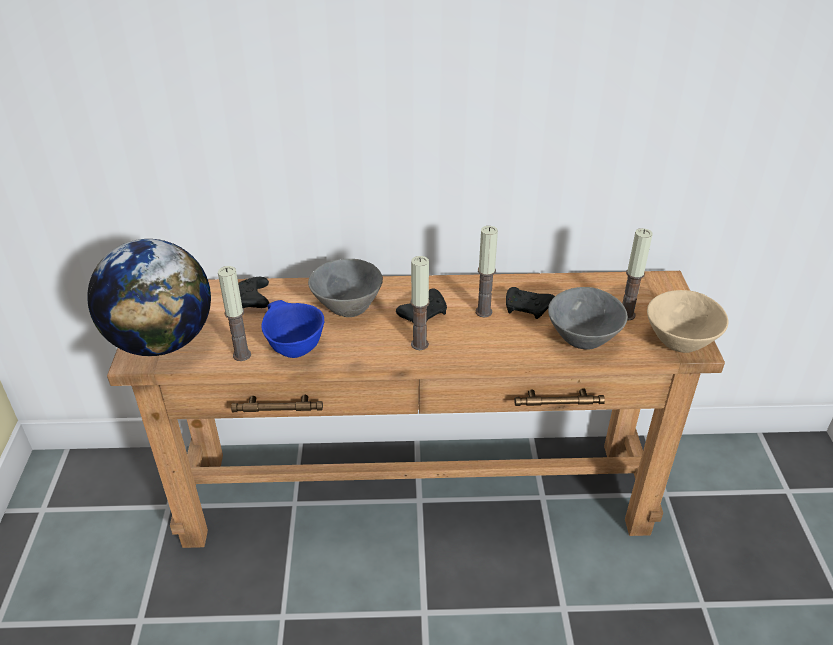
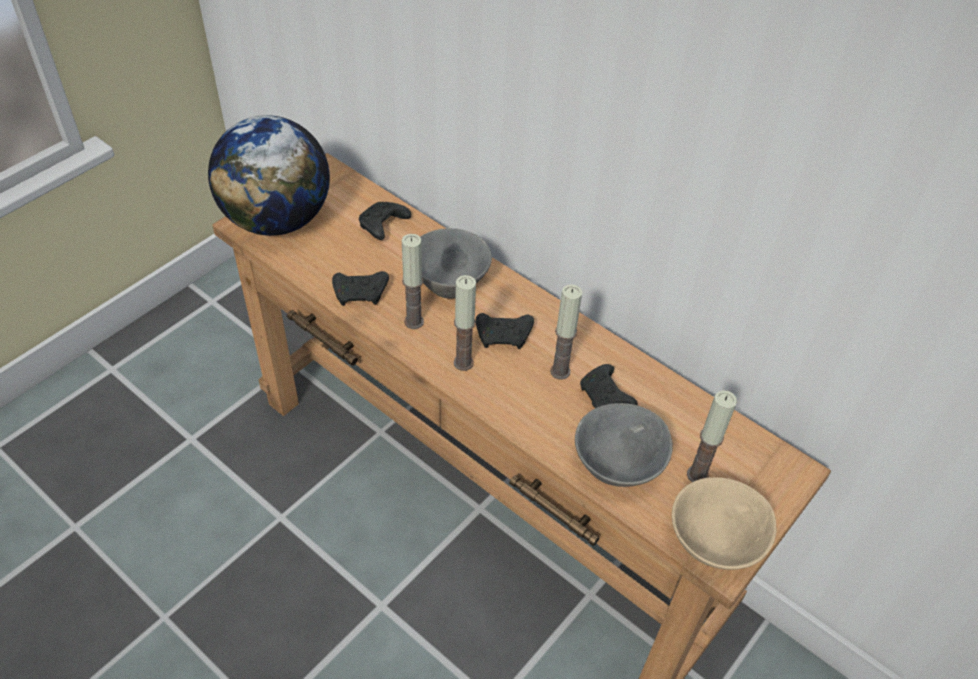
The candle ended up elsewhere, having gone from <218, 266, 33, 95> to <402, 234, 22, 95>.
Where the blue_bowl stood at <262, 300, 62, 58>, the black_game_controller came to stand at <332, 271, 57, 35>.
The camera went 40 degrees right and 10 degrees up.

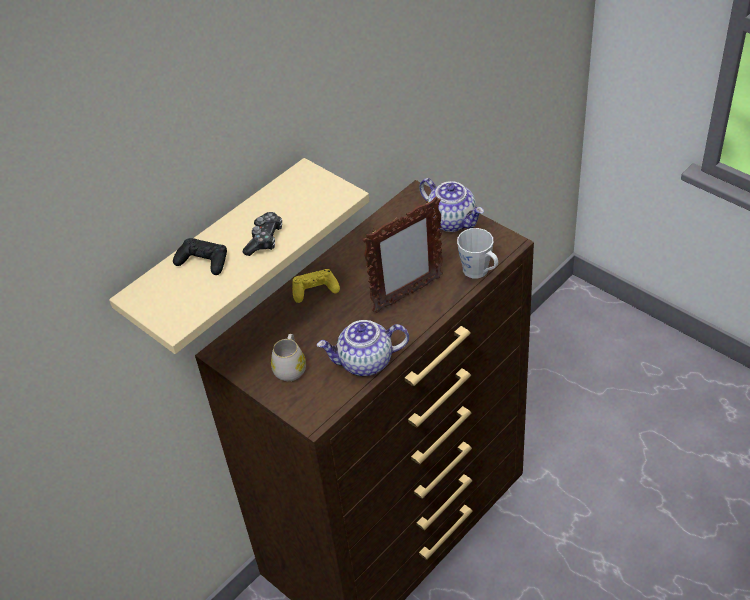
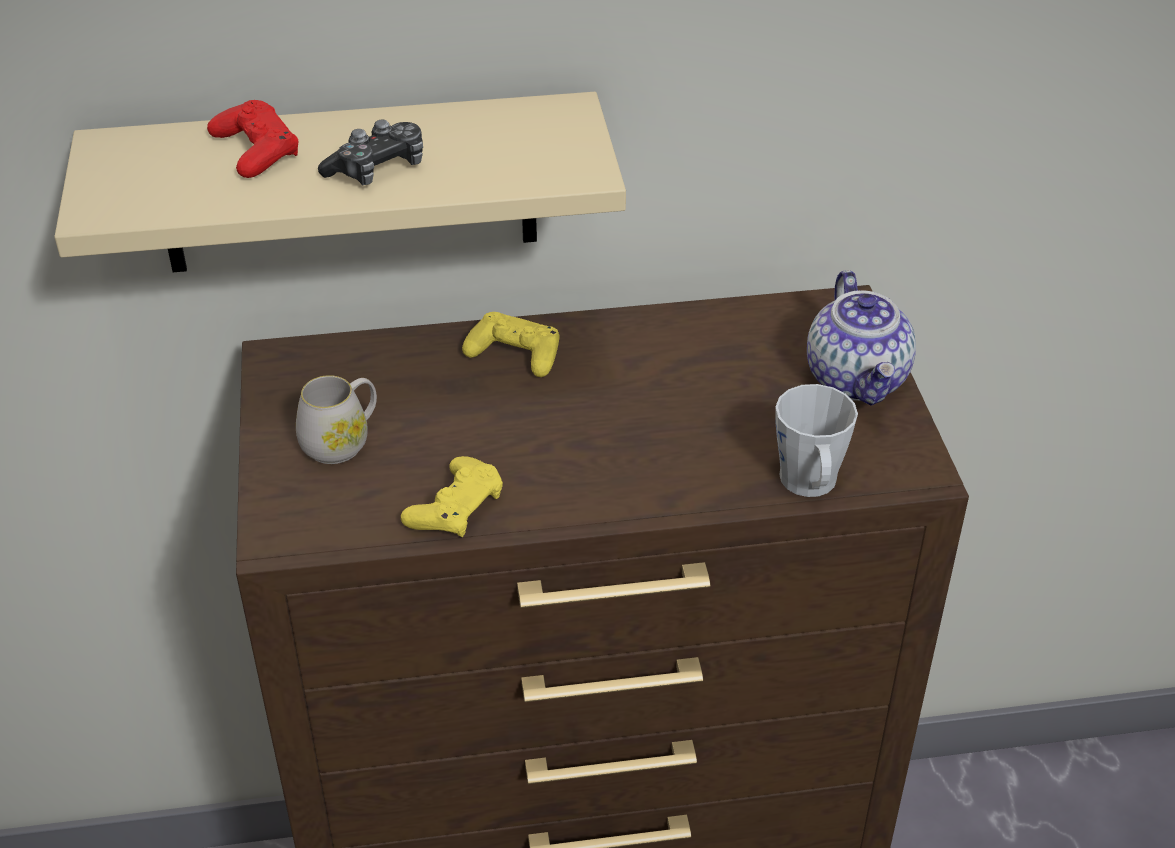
What was the black_game_controller at <173, 238, 54, 37> turned into the red_game_controller at <207, 100, 91, 78>.
Where the teapot stood at <317, 320, 92, 56>, the yellow_game_controller came to stand at <401, 456, 102, 81>.
The second view lost the picture_frame at <362, 196, 81, 117>.
The camera went 35 degrees right and 5 degrees down.

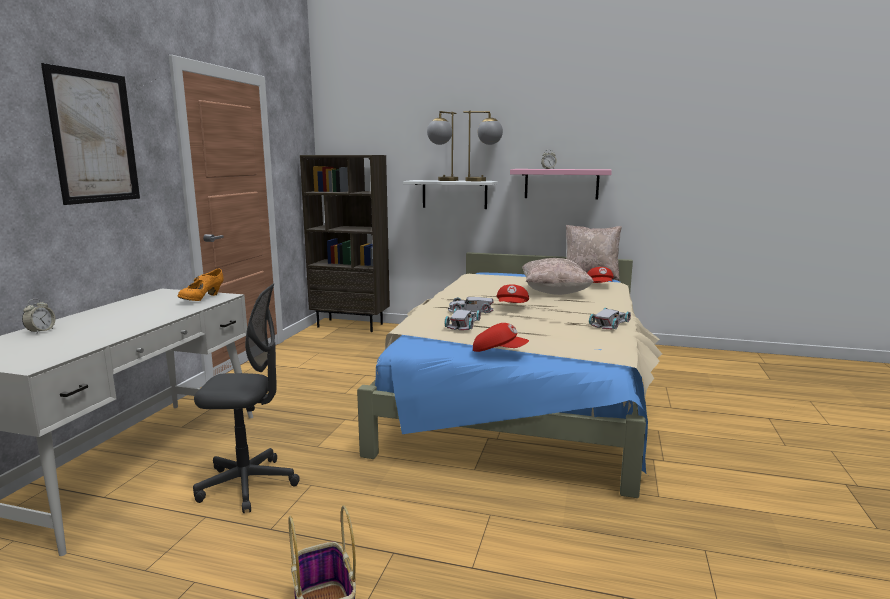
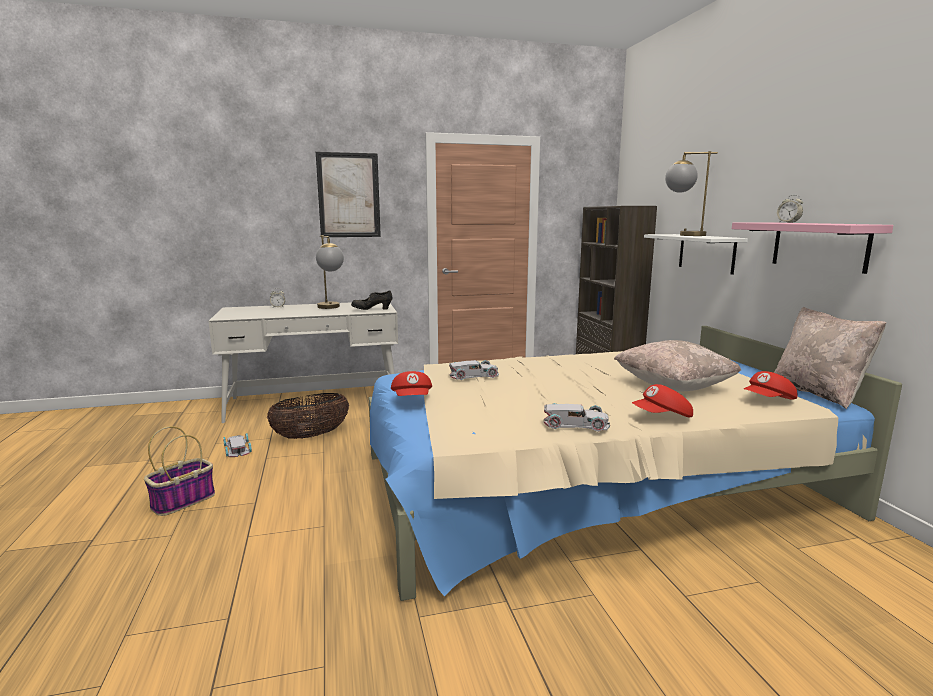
What was the orange_shoe at <178, 268, 46, 33> turned into the black_shoe at <351, 290, 41, 20>.
Where the grey_office_chair stood at <193, 284, 107, 229>, the basket came to stand at <267, 393, 82, 46>.
The white_toy_car ended up elsewhere, having gone from <448, 297, 46, 16> to <223, 433, 29, 24>.
The table_lamp ended up elsewhere, having gone from <463, 111, 40, 70> to <316, 235, 28, 74>.
The red_cap ended up elsewhere, having gone from <497, 284, 32, 19> to <632, 384, 61, 33>.
The camera went 60 degrees right and 0 degrees up.

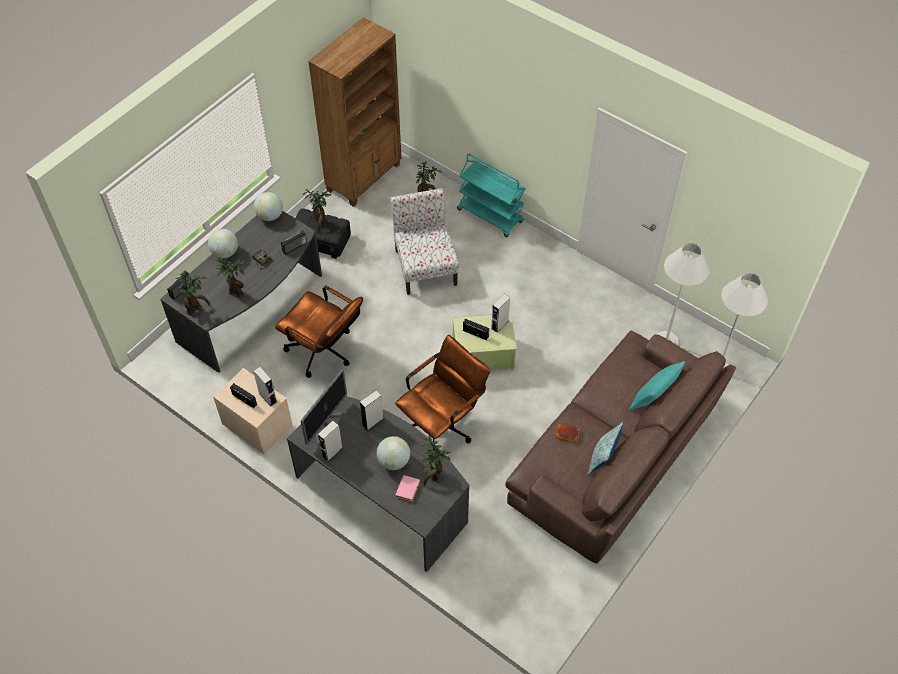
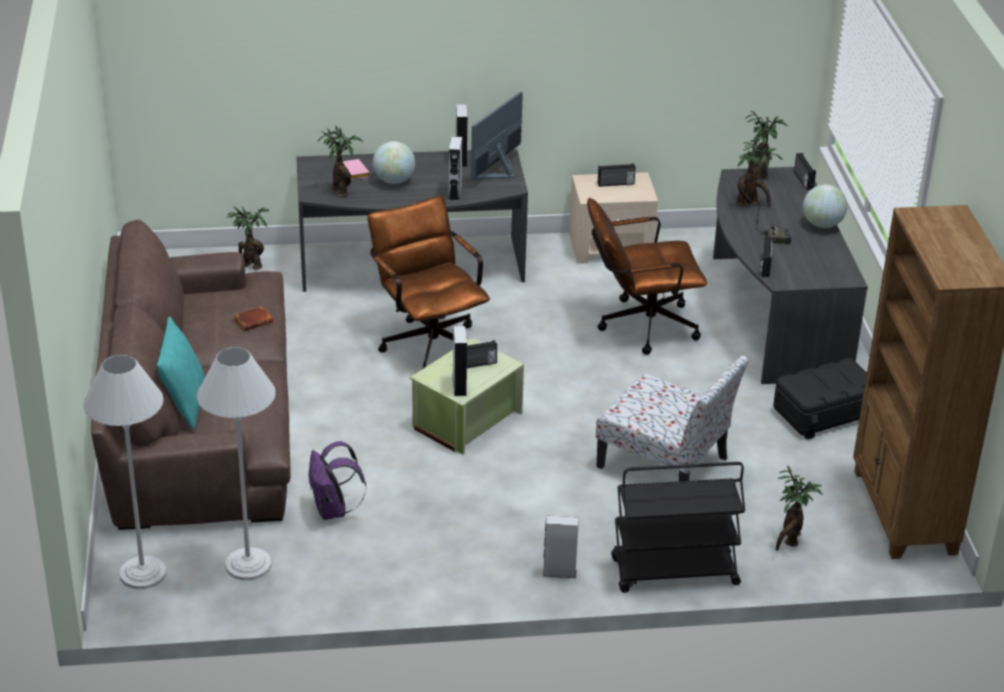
The grey_speaker ended up elsewhere, having gone from <253, 367, 24, 39> to <543, 515, 36, 63>.
The second view lost the globe at <254, 192, 29, 29>.
The monitor at <301, 369, 46, 76> ended up facing another way, 45 degrees clockwise from before.
The potted_plant ended up elsewhere, having gone from <303, 189, 29, 43> to <227, 206, 42, 64>.
The brown_office_chair at <395, 335, 95, 108> ended up facing another way, 150 degrees clockwise from before.
What was the turquoise_cart at <457, 153, 68, 84> turned into the black_cart at <611, 462, 134, 131>.
The second view lost the pillow at <587, 422, 36, 54>.
The second view gained the purple_backpack at <309, 441, 57, 79>.
The camera went 135 degrees right and 20 degrees down.

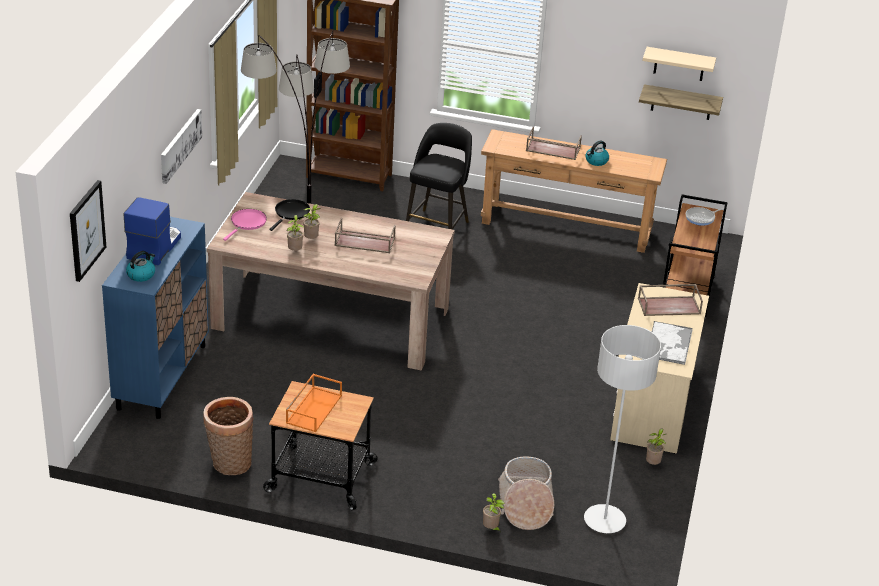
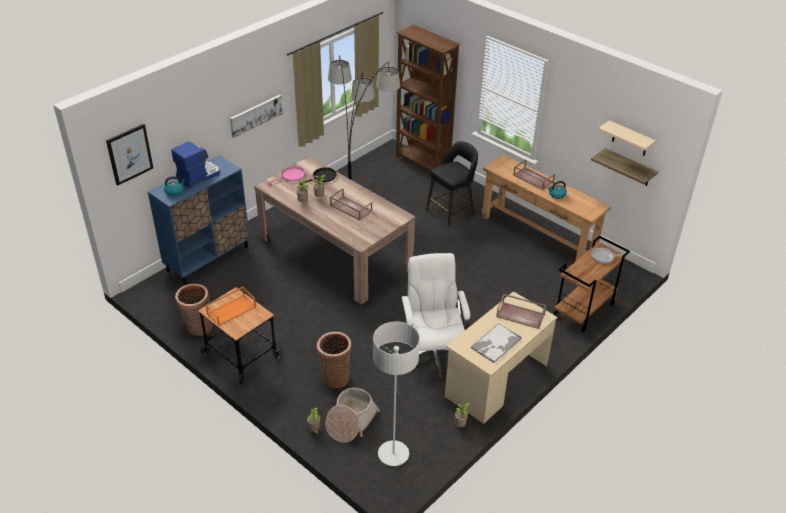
The second view gained the basket at <317, 332, 35, 56>.
The second view gained the white_office_chair at <401, 253, 69, 125>.
The camera went 30 degrees right and 5 degrees up.

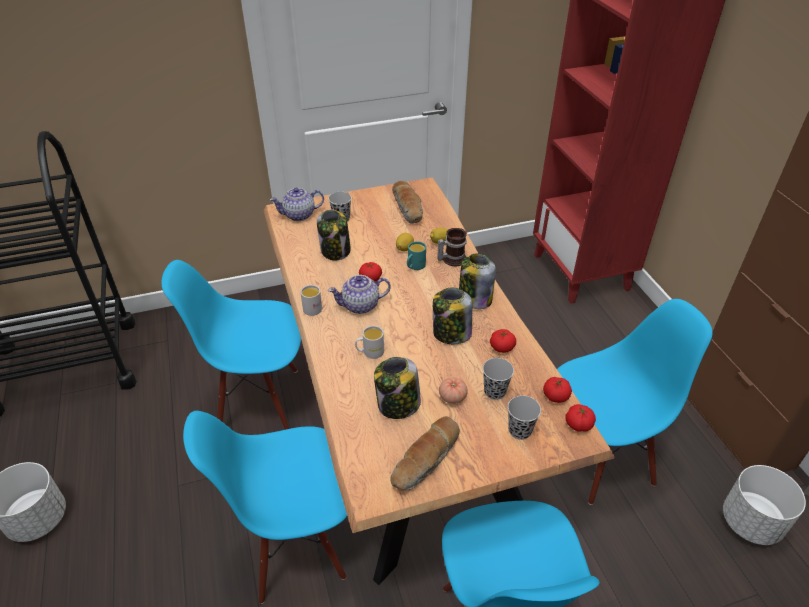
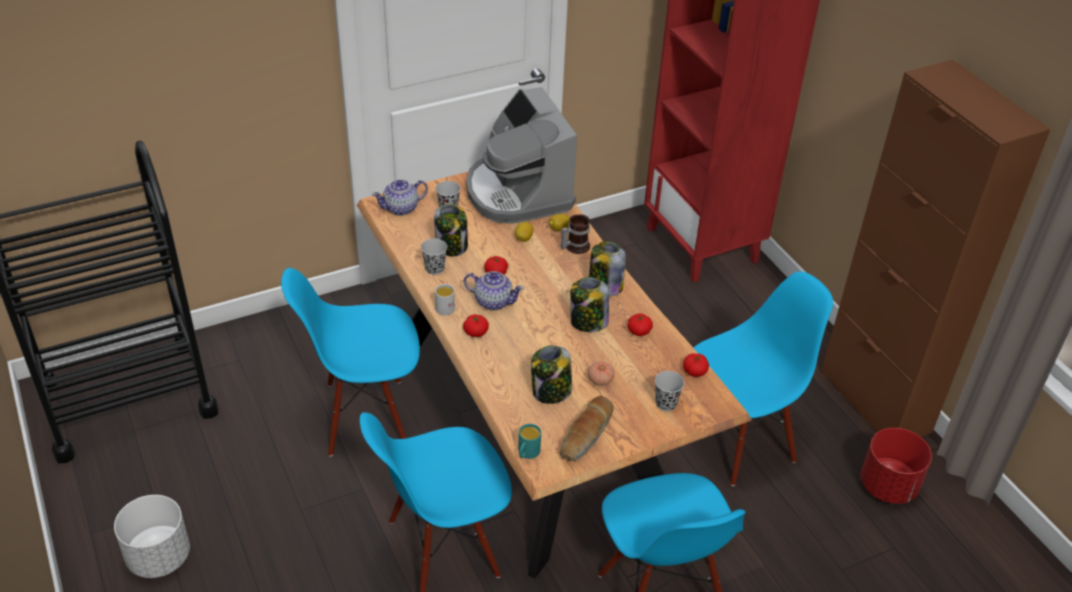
The teapot at <328, 275, 63, 39> ended up facing another way, 135 degrees counterclockwise from before.
The second view lost the white_mug at <355, 326, 29, 33>.
Where the bread stood at <392, 181, 31, 43>, the coffee_machine came to stand at <466, 87, 111, 137>.
The turquoise_mug ended up elsewhere, having gone from <407, 241, 19, 29> to <518, 424, 23, 35>.
The black_cup ended up elsewhere, having gone from <483, 358, 31, 42> to <421, 239, 26, 36>.
The tomato ended up elsewhere, having gone from <566, 404, 30, 28> to <463, 314, 26, 23>.
What was the white_planter at <723, 465, 83, 80> turned into the red_planter at <861, 428, 71, 76>.
The camera went 10 degrees left and 0 degrees up.

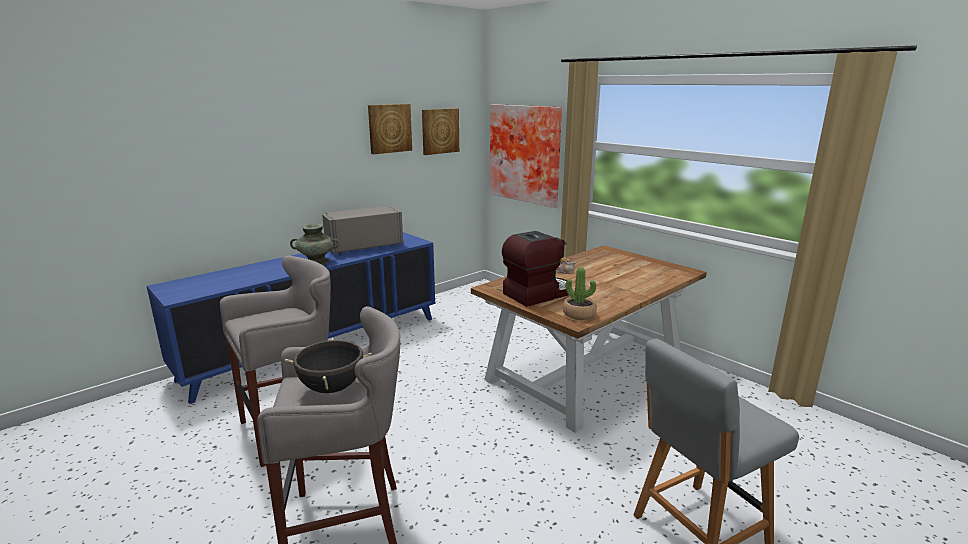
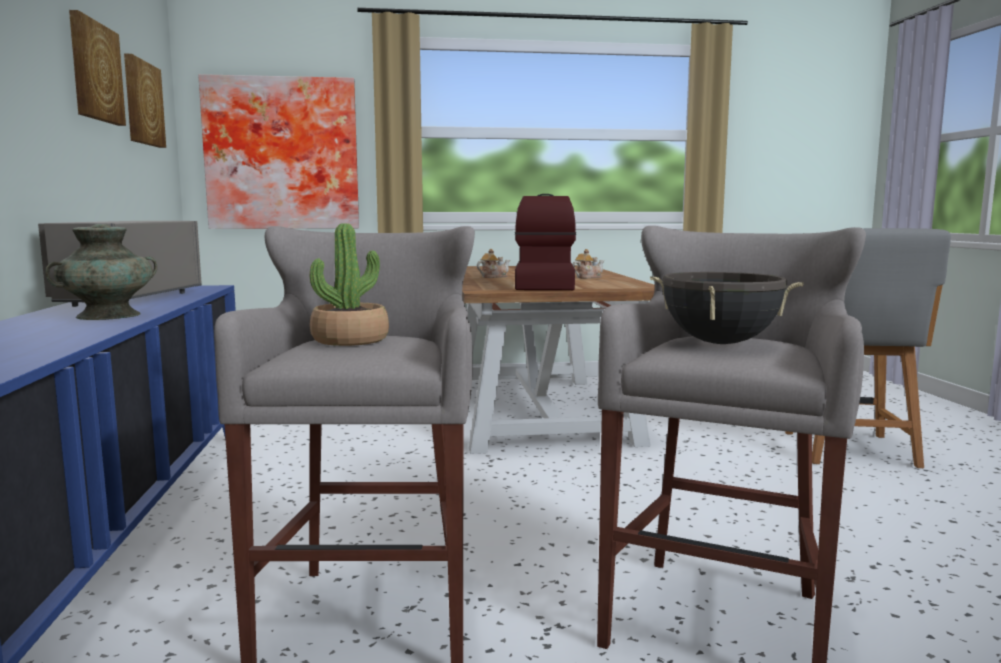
The potted_plant ended up elsewhere, having gone from <563, 267, 34, 53> to <310, 223, 79, 123>.
The second view gained the teapot at <572, 249, 32, 29>.
The camera went 55 degrees left and 10 degrees down.

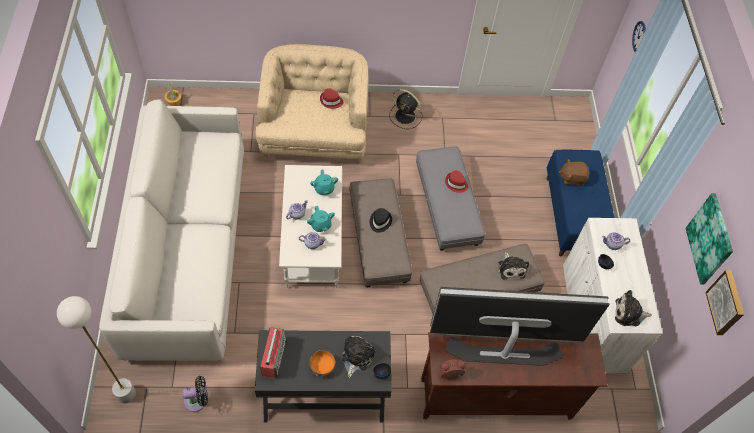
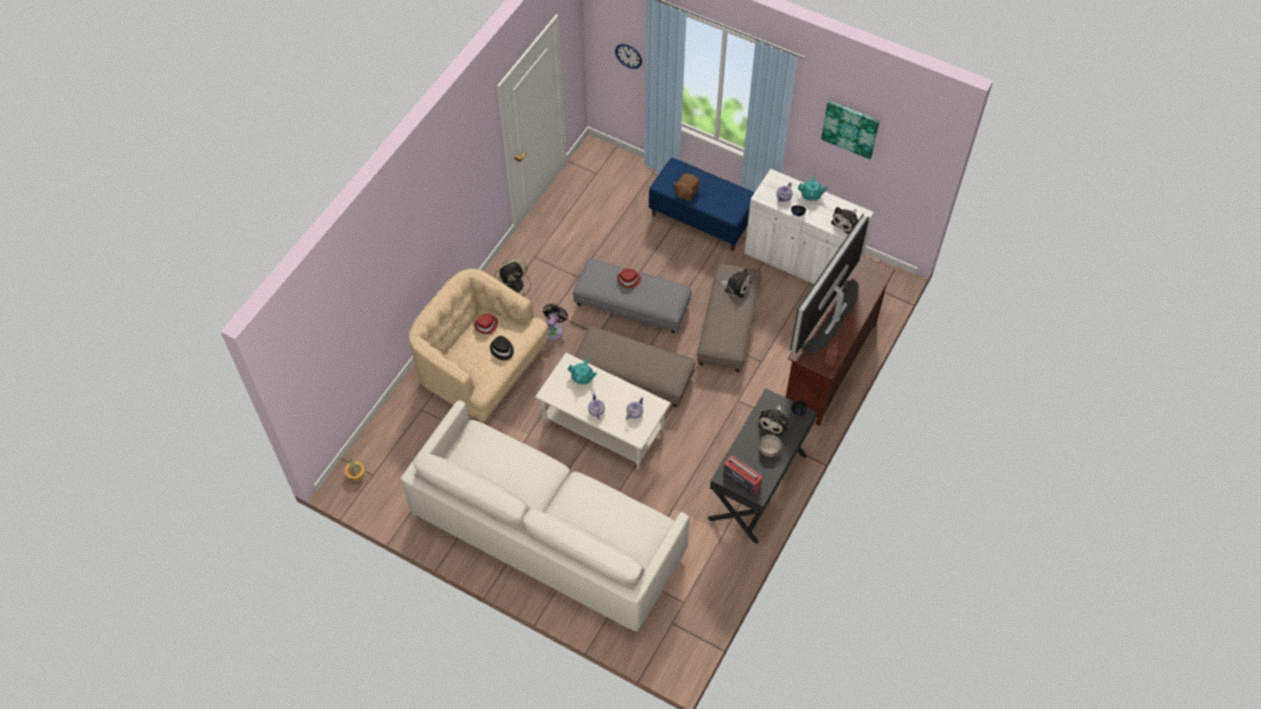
The second view lost the white_floor_lamp at <57, 296, 79, 107>.
The black_fan ended up elsewhere, having gone from <182, 376, 26, 36> to <543, 304, 25, 37>.
The turquoise_teapot ended up elsewhere, having gone from <307, 206, 28, 26> to <798, 176, 30, 25>.
What was the orange_bowl at <310, 350, 25, 26> turned into the grey_bowl at <759, 434, 23, 23>.
The plush_toy at <341, 336, 34, 42> ended up facing another way, 120 degrees counterclockwise from before.
The black_hat ended up elsewhere, having gone from <370, 208, 22, 25> to <490, 336, 24, 24>.
The second view lost the picture at <706, 270, 38, 65>.
The camera went 55 degrees left and 0 degrees up.

